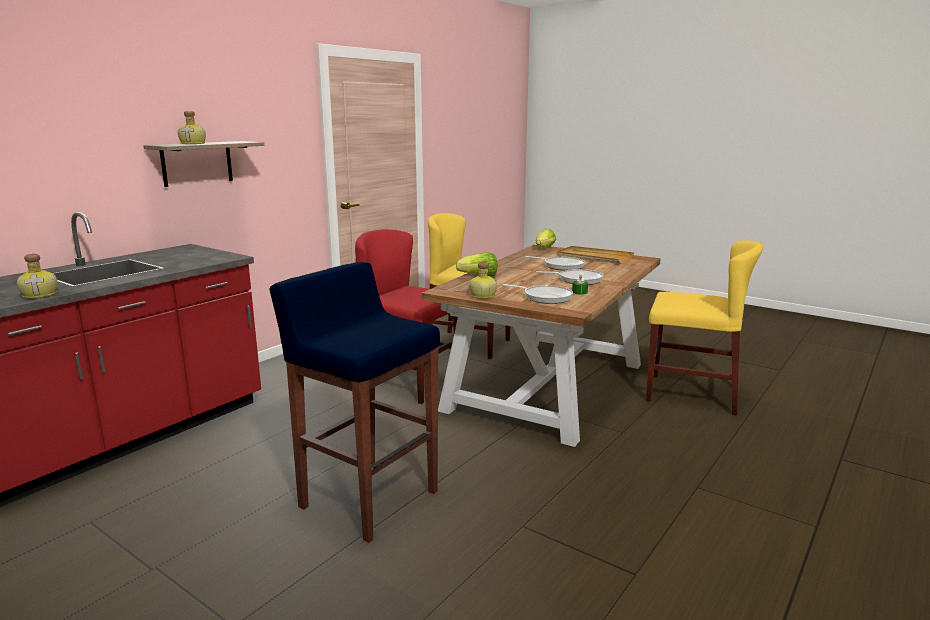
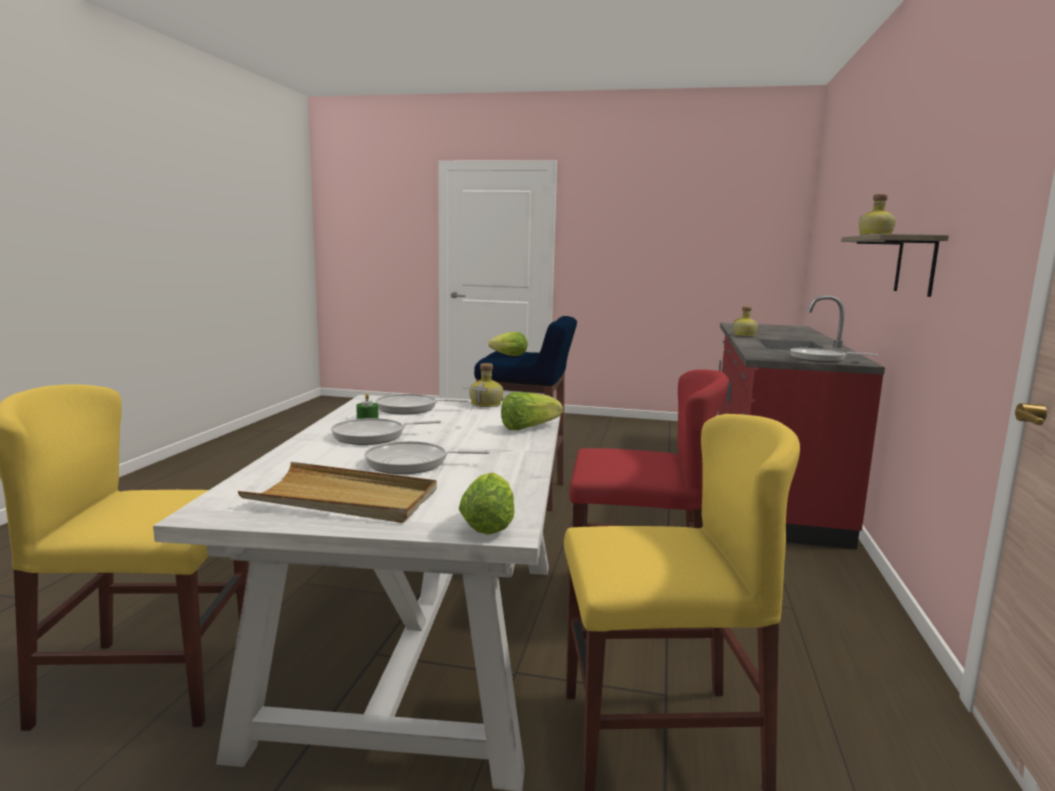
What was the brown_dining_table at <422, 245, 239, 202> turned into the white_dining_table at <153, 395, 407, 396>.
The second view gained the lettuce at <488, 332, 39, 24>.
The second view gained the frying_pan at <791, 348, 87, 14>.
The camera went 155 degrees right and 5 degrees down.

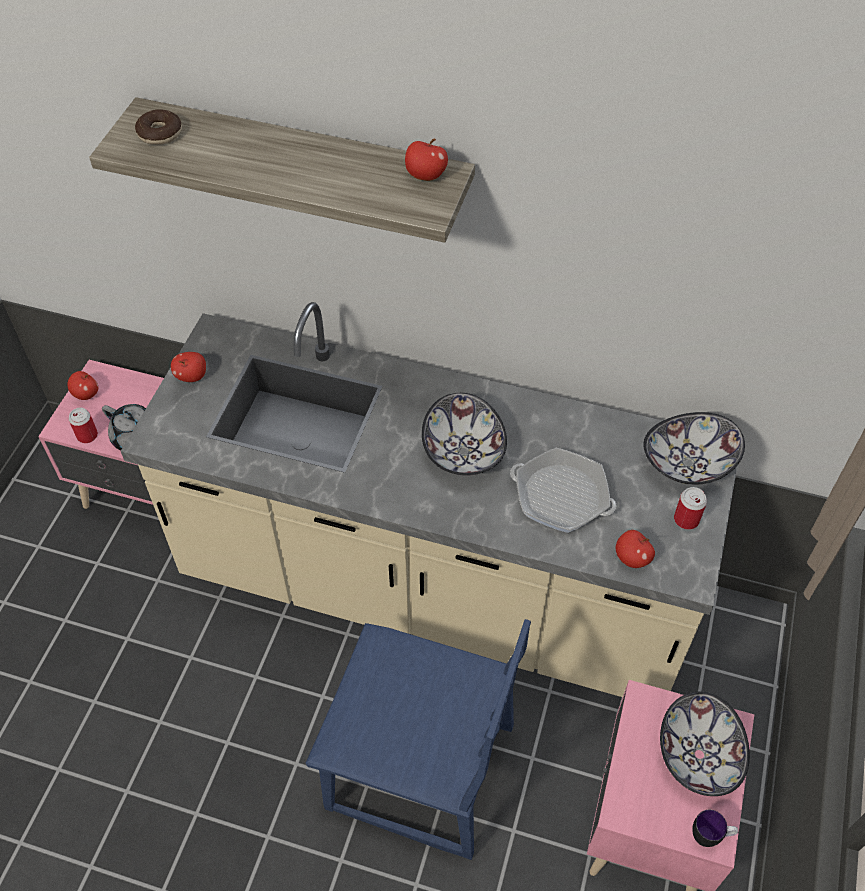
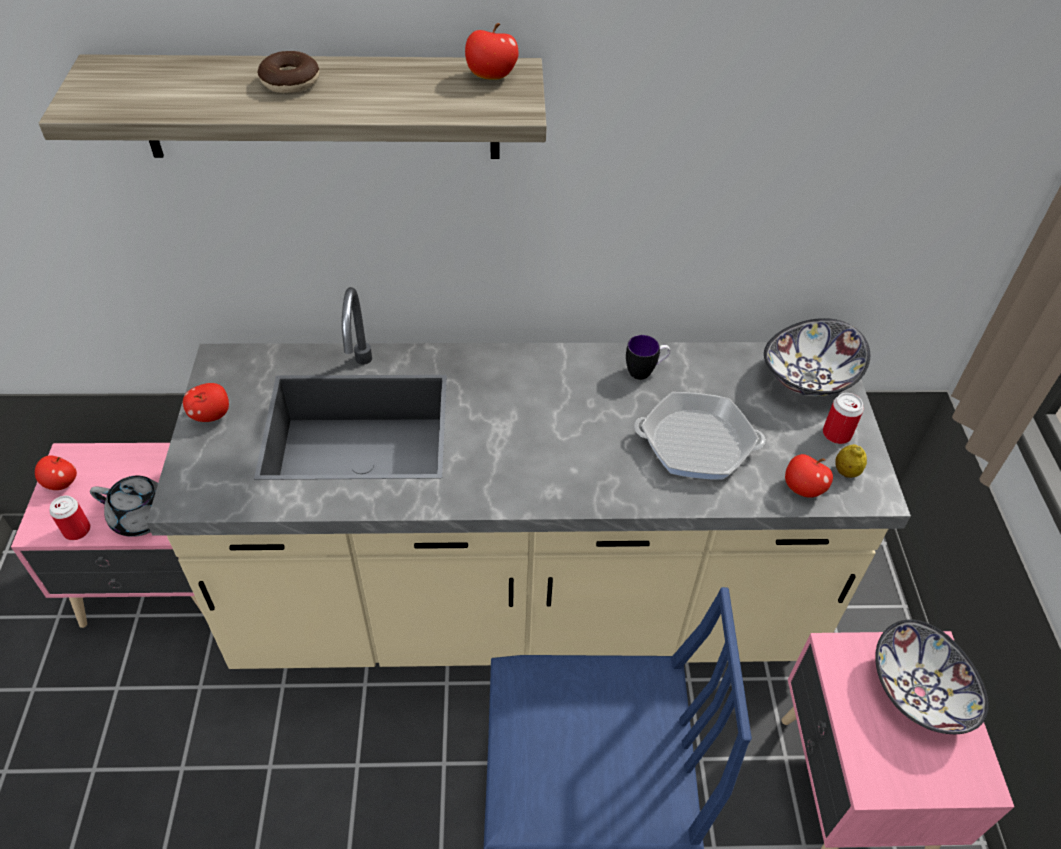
The donut ended up elsewhere, having gone from <135, 109, 47, 36> to <257, 51, 62, 42>.
The second view lost the bowl at <422, 393, 85, 83>.
The mug ended up elsewhere, having gone from <692, 810, 46, 37> to <626, 335, 44, 45>.
The second view gained the lemon at <835, 444, 32, 34>.
The camera went 20 degrees left and 5 degrees down.

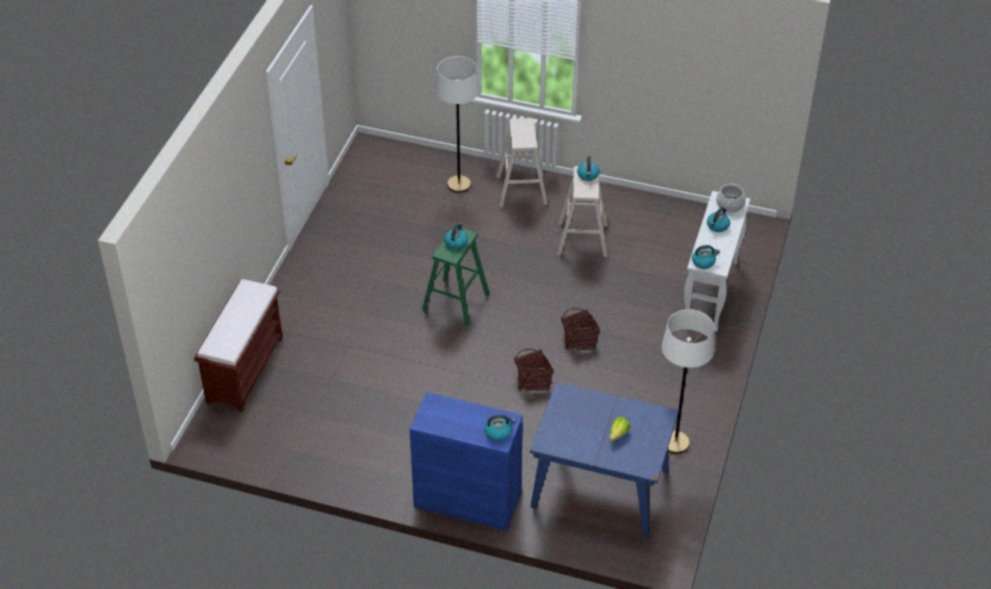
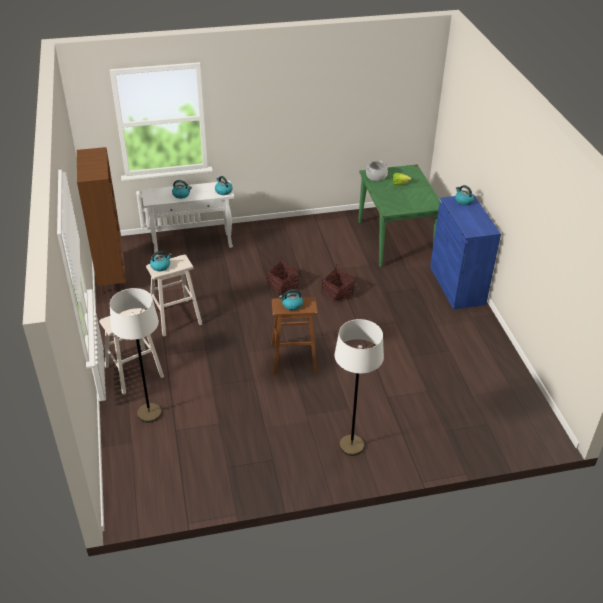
The second view lost the brown_bench at <194, 279, 89, 133>.
What was the green_stool at <422, 226, 68, 100> turned into the brown_stool at <271, 297, 47, 78>.
What was the blue_dining_table at <530, 382, 149, 155> turned into the green_dining_table at <358, 164, 84, 104>.
The white_floor_lamp ended up elsewhere, having gone from <662, 309, 53, 145> to <334, 319, 50, 137>.
The cooking_pot ended up elsewhere, having gone from <716, 183, 30, 30> to <365, 160, 24, 21>.
The second view gained the brown_bookcase at <77, 147, 49, 147>.
The camera went 120 degrees left and 5 degrees down.

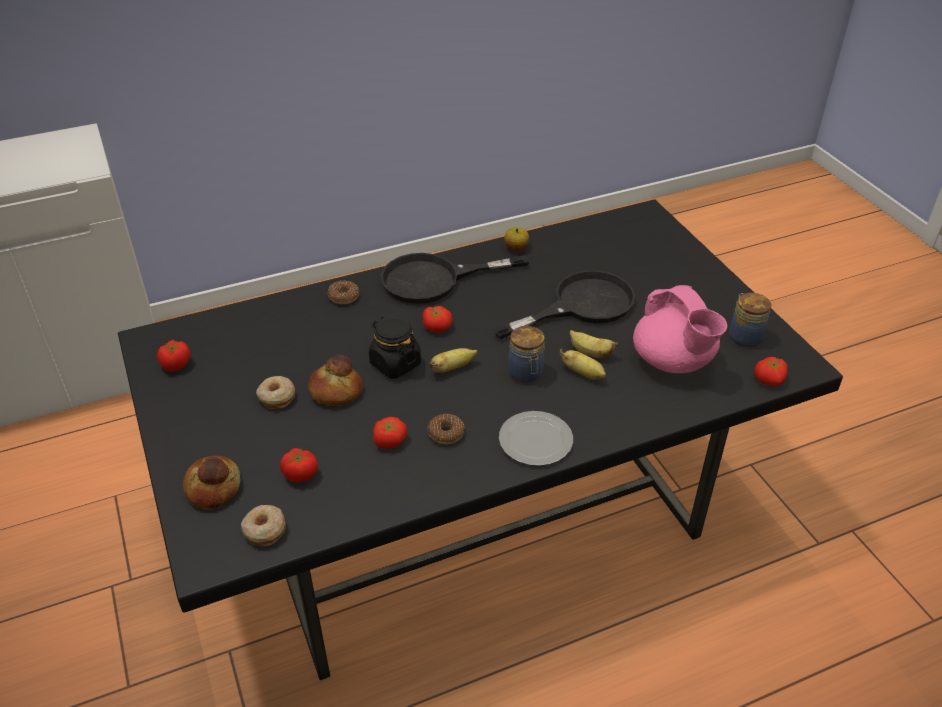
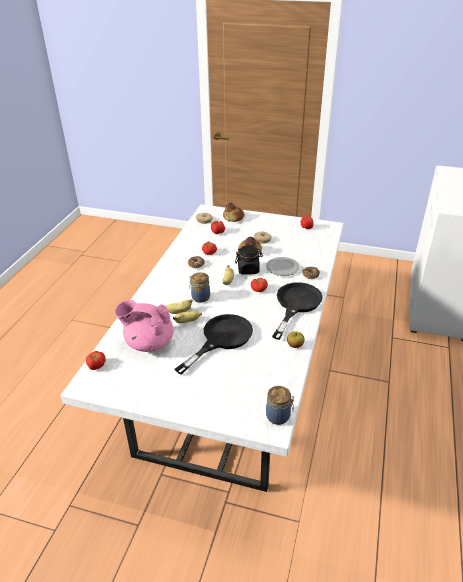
What was the black_dining_table at <118, 199, 725, 481> turned into the white_dining_table at <61, 204, 283, 288>.
The black_frying_pan at <493, 270, 142, 69> ended up facing another way, 150 degrees counterclockwise from before.
The plate ended up elsewhere, having gone from <499, 411, 74, 55> to <266, 257, 34, 19>.
The jar ended up elsewhere, having gone from <729, 293, 42, 54> to <266, 386, 28, 39>.
The camera went 130 degrees right and 5 degrees down.

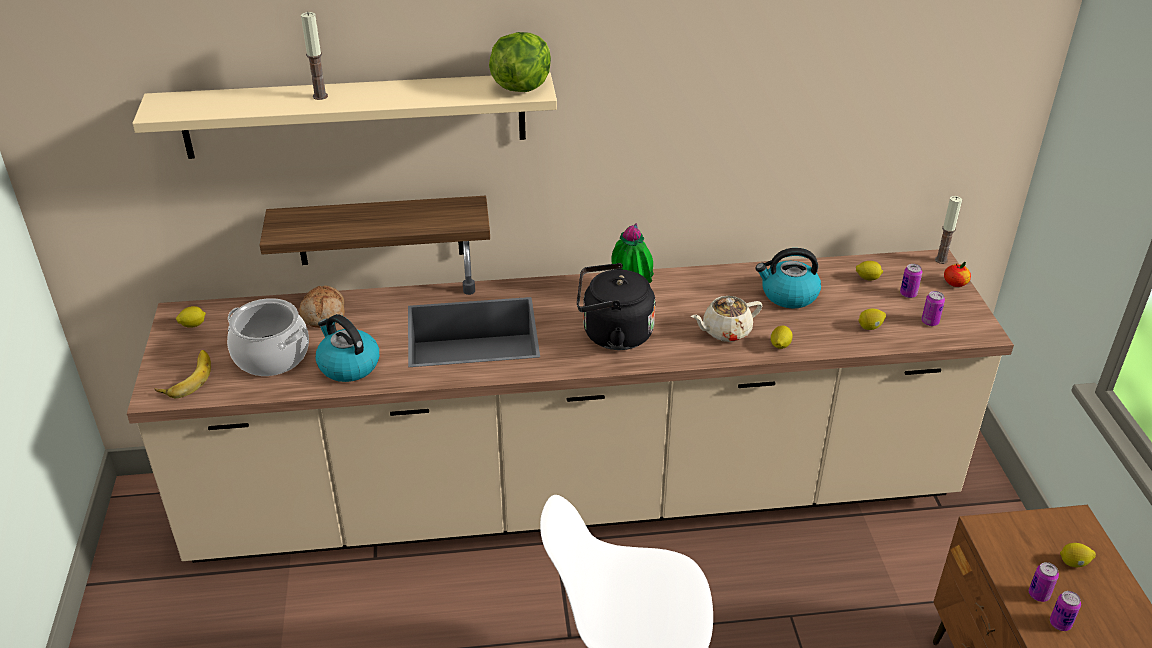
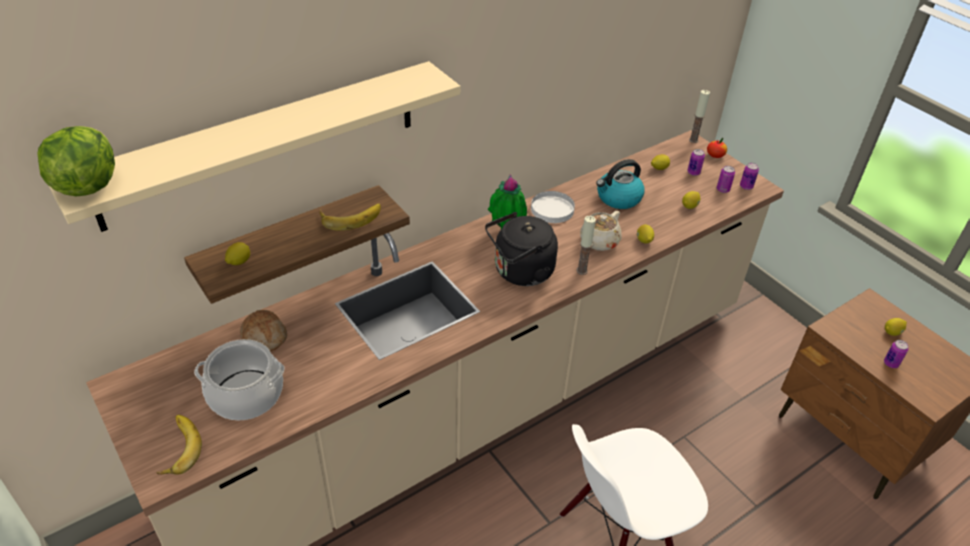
The lemon ended up elsewhere, having gone from <176, 306, 30, 22> to <225, 242, 25, 23>.
The candle ended up elsewhere, having gone from <301, 12, 27, 88> to <576, 216, 20, 59>.
The second view lost the kettle at <316, 314, 63, 68>.
The lettuce ended up elsewhere, having gone from <489, 32, 62, 60> to <38, 126, 77, 70>.
The can ended up elsewhere, having gone from <1050, 591, 31, 40> to <740, 163, 19, 27>.
The second view gained the banana at <319, 204, 62, 27>.
The second view gained the white_plate at <531, 191, 44, 32>.
The camera went 30 degrees left and 5 degrees up.

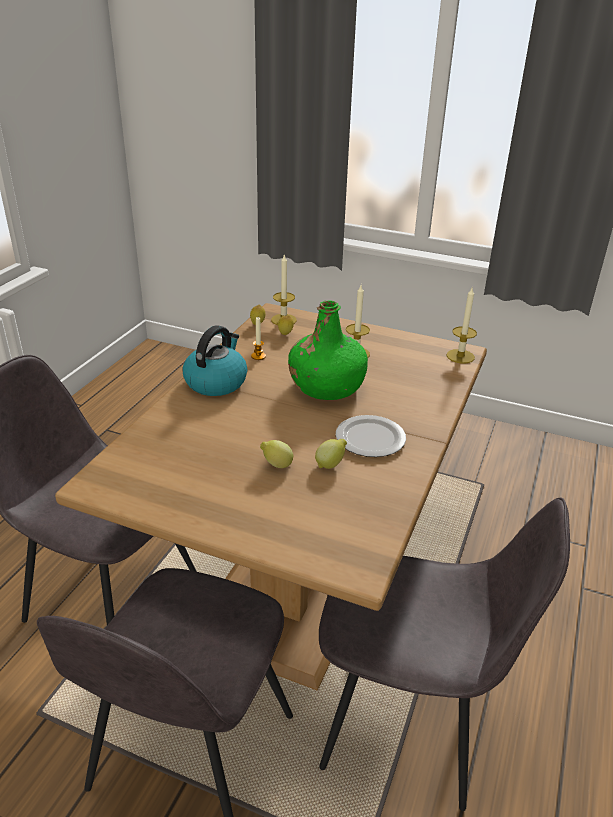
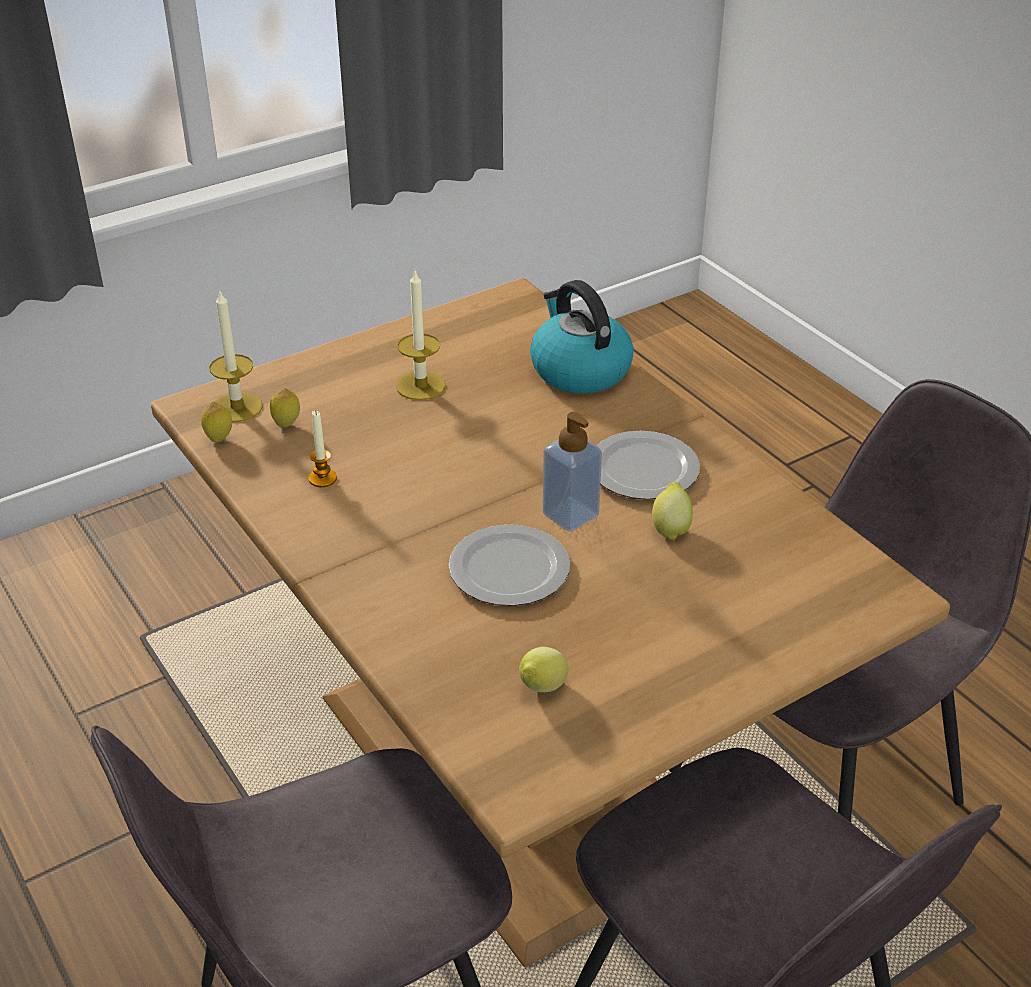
The kettle ended up elsewhere, having gone from <183, 325, 64, 71> to <530, 280, 104, 114>.
The lemon ended up elsewhere, having gone from <260, 440, 33, 28> to <519, 647, 49, 45>.
The second view lost the green_bottle at <288, 300, 80, 100>.
The second view lost the candle at <446, 286, 31, 78>.
The second view gained the plate at <449, 524, 121, 82>.
The second view gained the soap_dispenser at <543, 412, 59, 120>.
The camera went 55 degrees left and 5 degrees up.

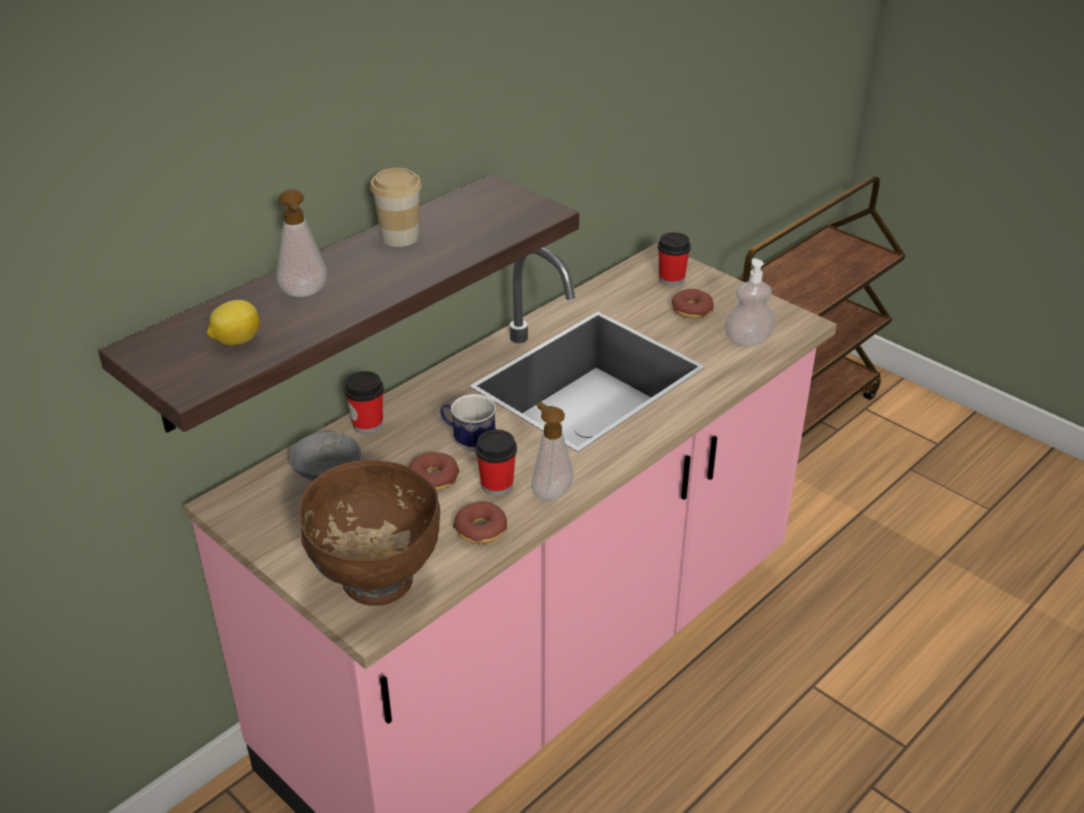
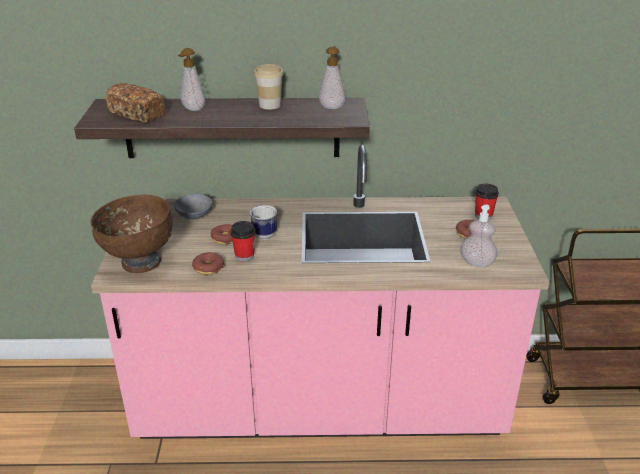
Where the lemon stood at <207, 300, 53, 46>, the bread came to stand at <106, 83, 59, 40>.
The second view lost the cup at <344, 371, 40, 63>.
The soap_dispenser ended up elsewhere, having gone from <531, 402, 43, 98> to <319, 46, 27, 63>.
The camera went 45 degrees right and 5 degrees down.

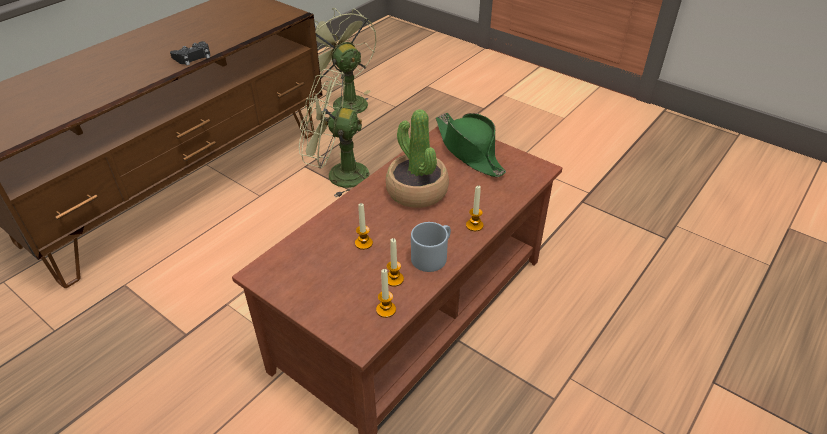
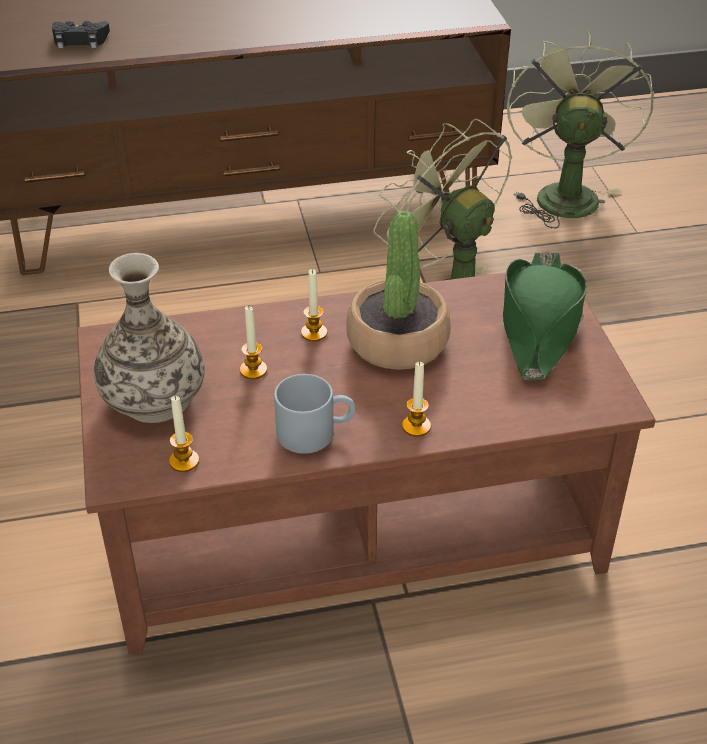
The black_game_controller ended up elsewhere, having gone from <170, 41, 40, 24> to <52, 20, 58, 29>.
The candle ended up elsewhere, having gone from <387, 238, 17, 48> to <301, 269, 26, 72>.
The second view gained the vase at <94, 253, 111, 170>.
The camera went 40 degrees right and 0 degrees up.

